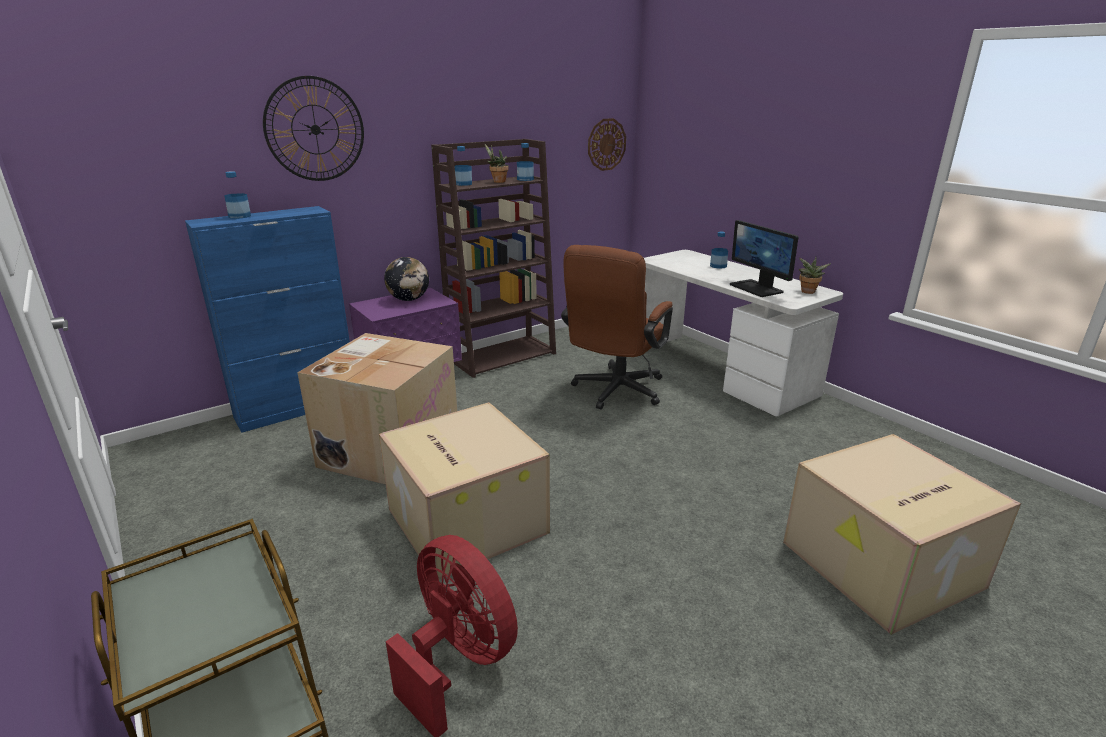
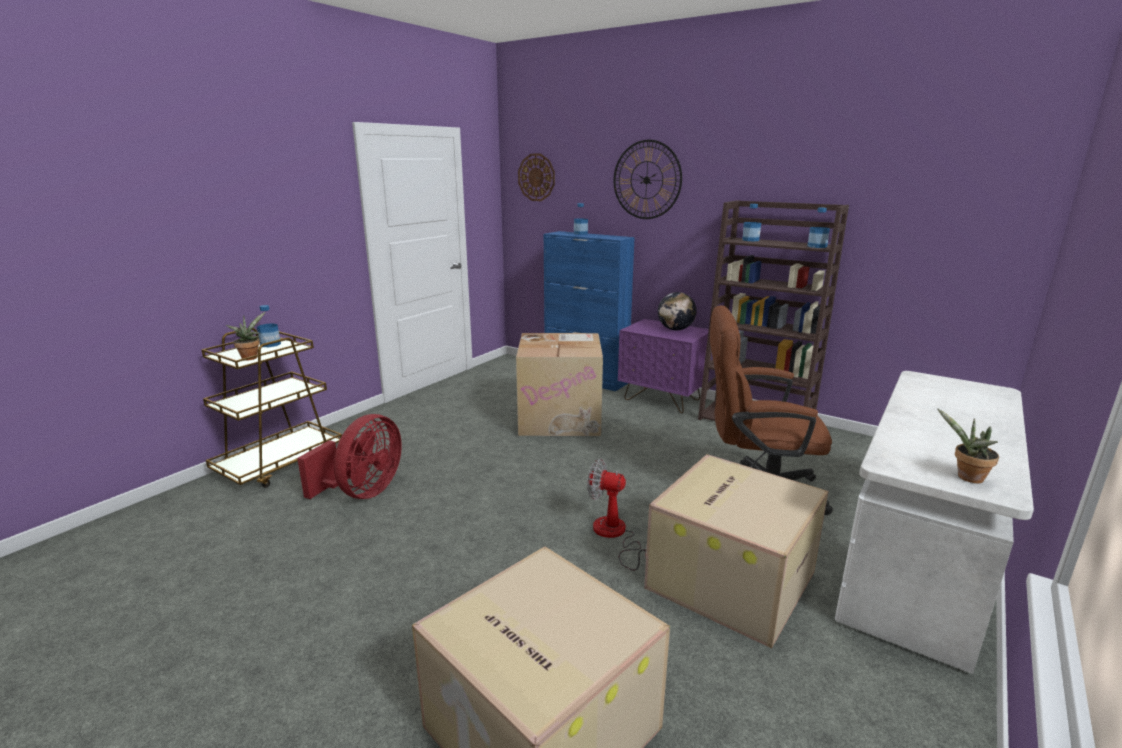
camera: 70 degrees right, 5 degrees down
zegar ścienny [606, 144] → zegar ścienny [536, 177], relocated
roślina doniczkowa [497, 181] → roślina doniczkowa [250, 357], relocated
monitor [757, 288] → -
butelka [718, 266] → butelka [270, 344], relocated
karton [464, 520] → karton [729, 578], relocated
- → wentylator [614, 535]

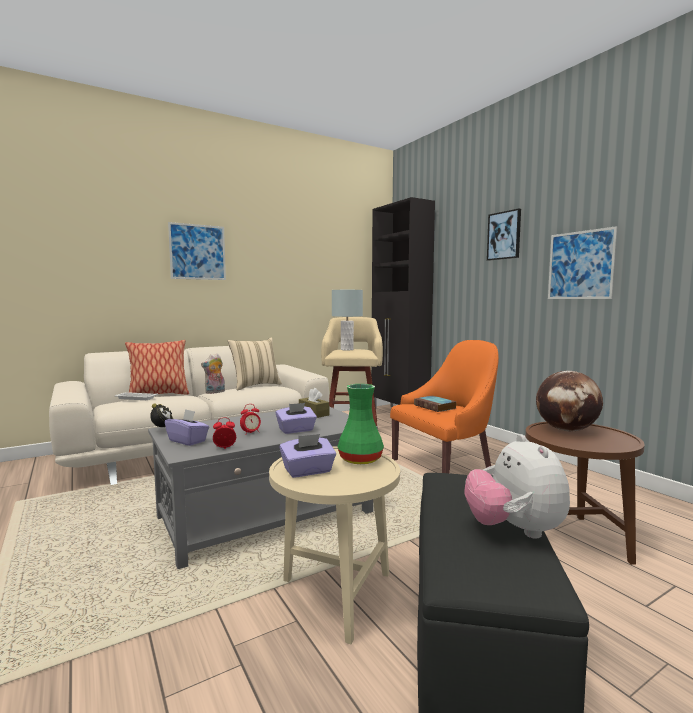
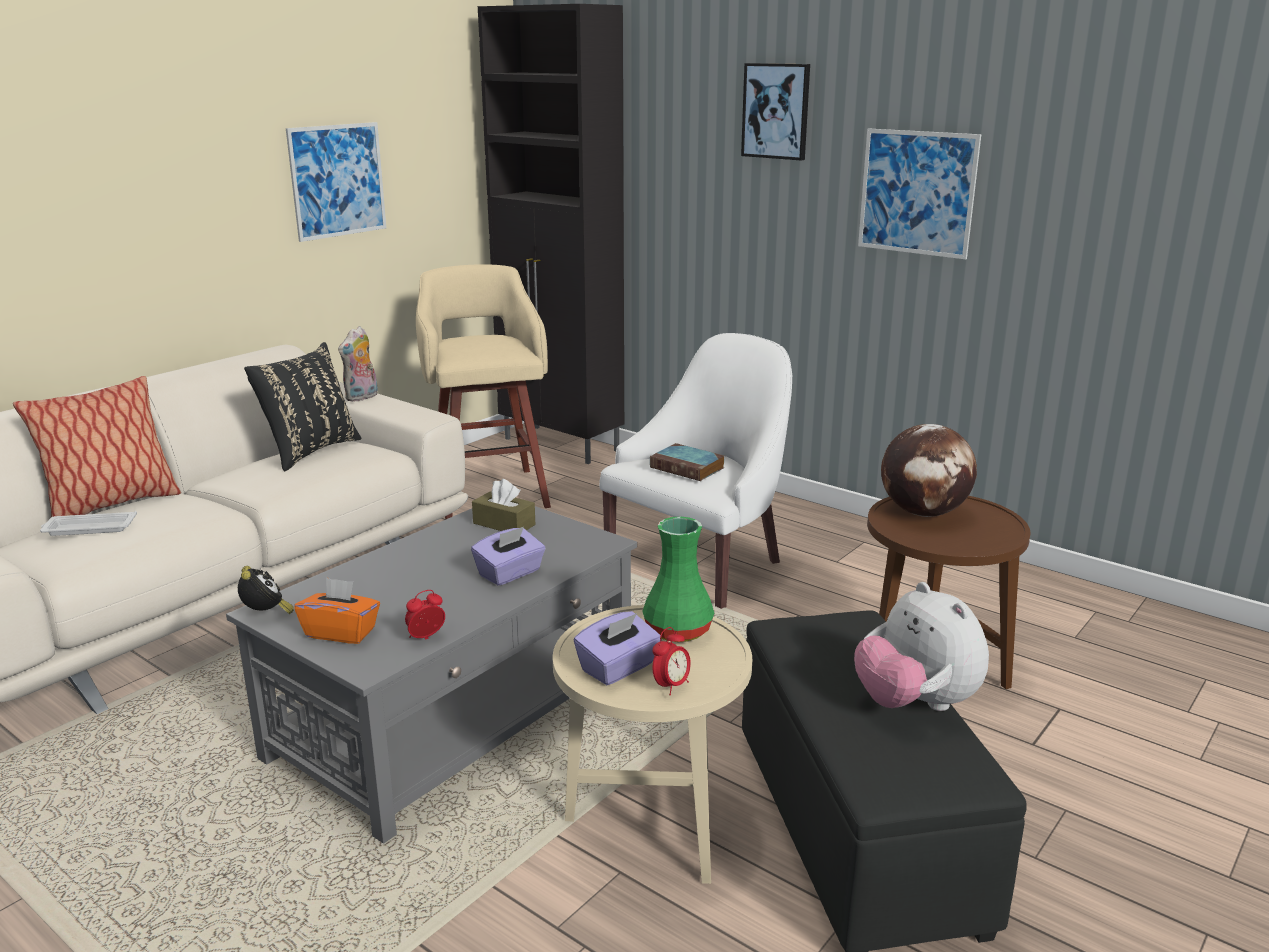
camera: 20 degrees left, 15 degrees up
obraz [197, 252] → obraz [337, 180], relocated
lampa stołowa [szary] [347, 349] → -
poduszka [beżowy] [255, 386] → poduszka [czarny] [309, 451]
fotel [pomarańczowy] [445, 467] → fotel [biały] [701, 563]
pluszak [215, 392] → pluszak [362, 397], relocated
budzik [251, 433] → budzik [671, 686], relocated
pudełko chusteczek [fioletowy] [188, 441] → pudełko chusteczek [pomarańczowy] [341, 632]

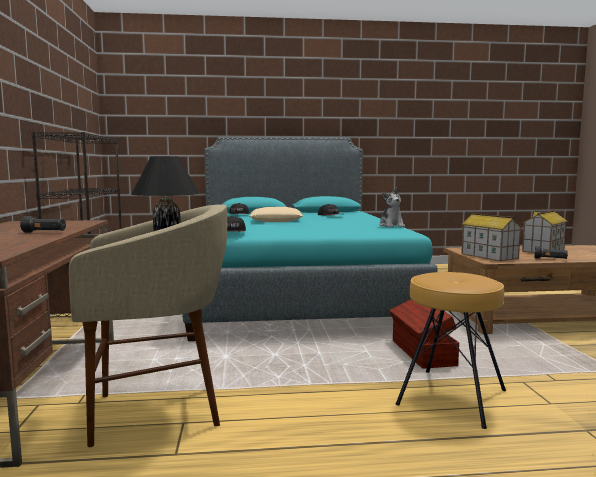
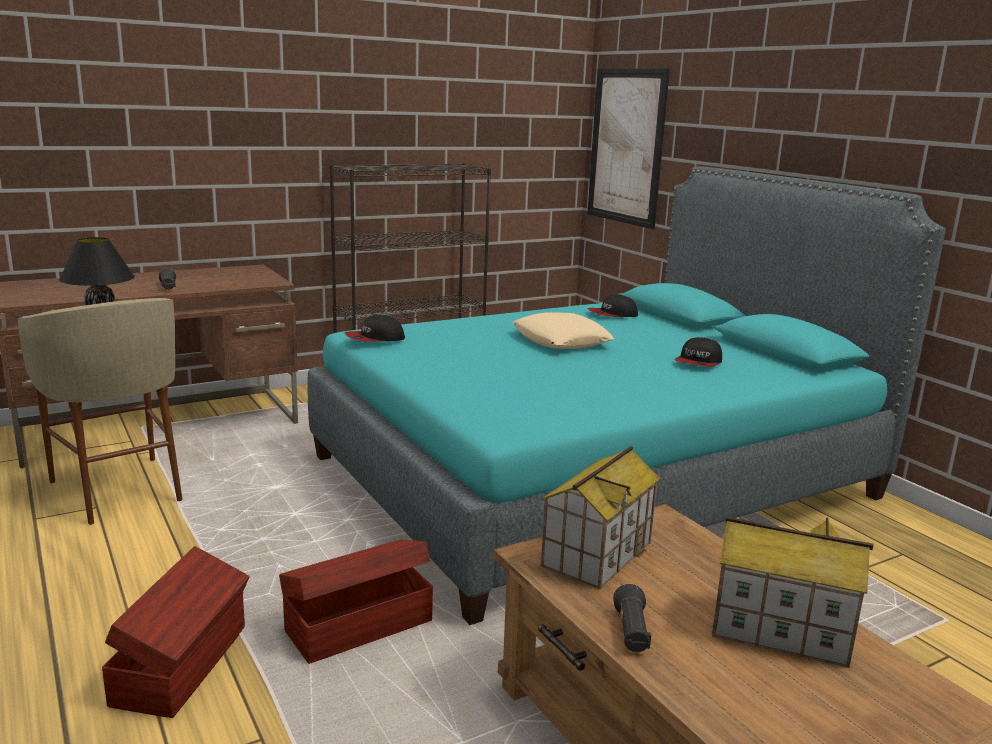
camera: 65 degrees right, 10 degrees up
pluszak [391, 226] → -
stołek [brązowy] [451, 397] → pojemnik do przechowywania [brązowy] [184, 664]
- → obraz [626, 146]

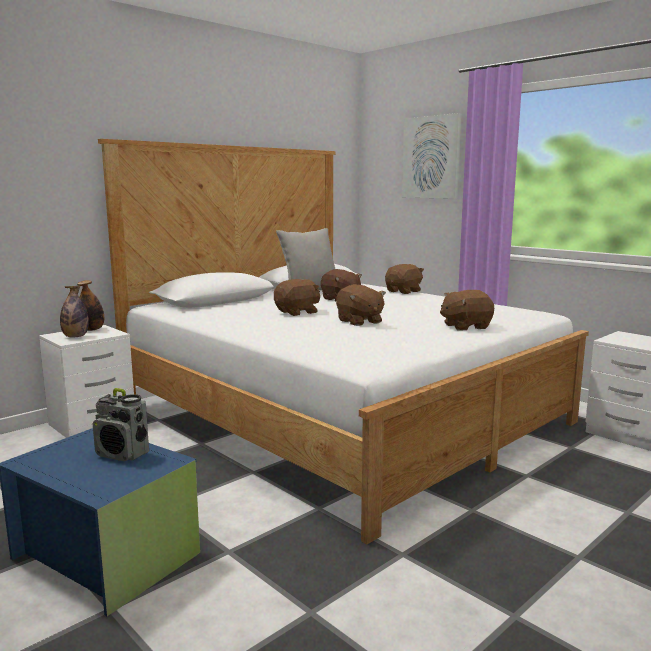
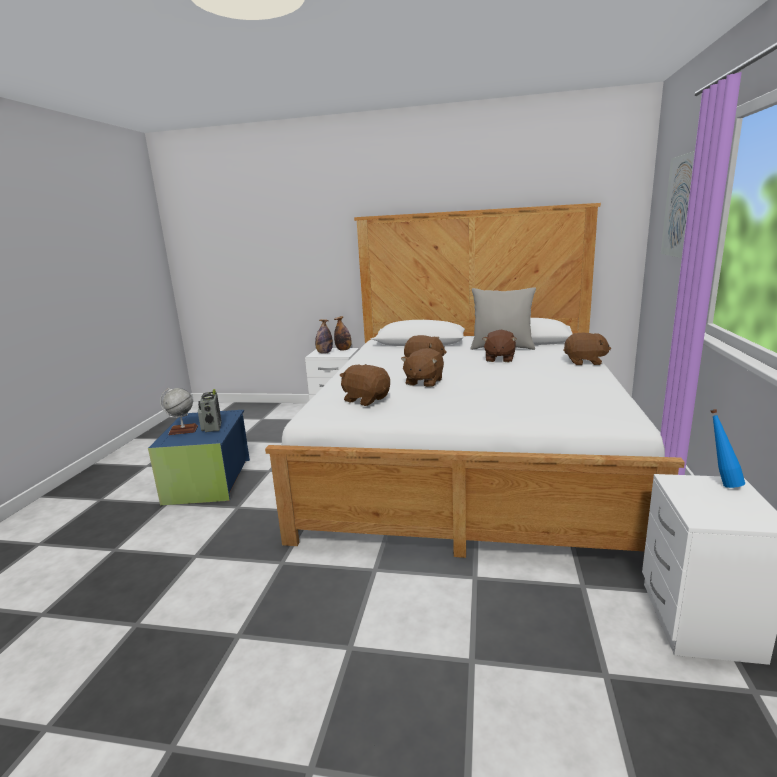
camera: 55 degrees right, 5 degrees up
pluszak [brązowy] [465, 326] → pluszak [brązowy] [366, 399], relocated
- → globus [183, 430]
- → butelka [niebieski] [721, 483]

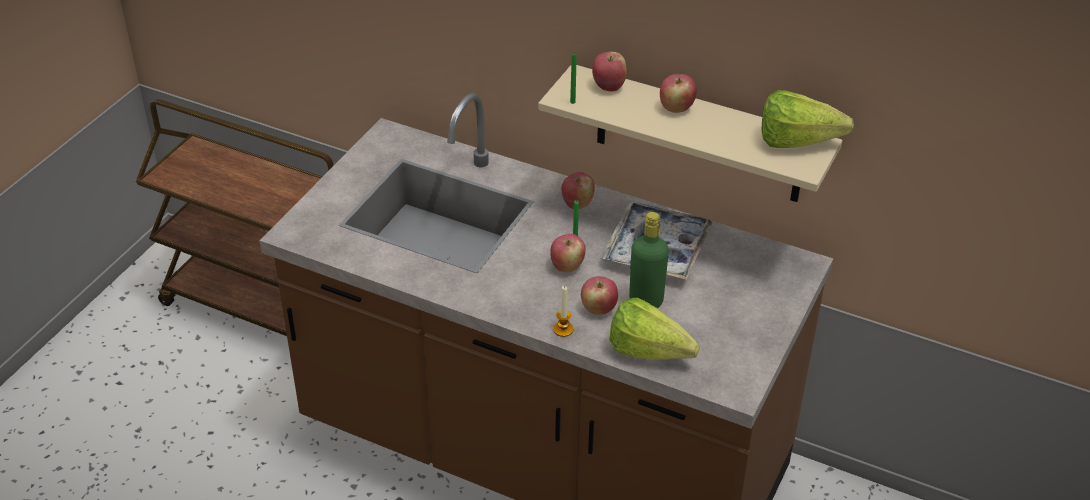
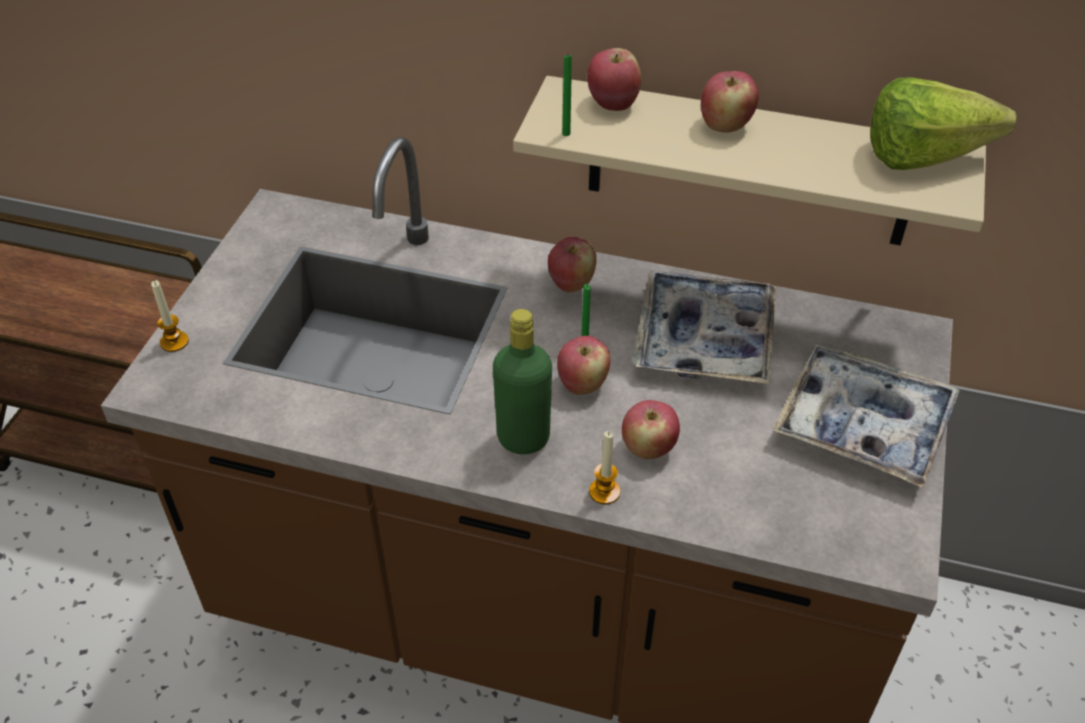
camera: 10 degrees left, 5 degrees up
butelka [zielony] [646, 301] → butelka [zielony] [523, 438], relocated
sałata [654, 355] → -
- → świeca [174, 342]
- → taca [863, 424]

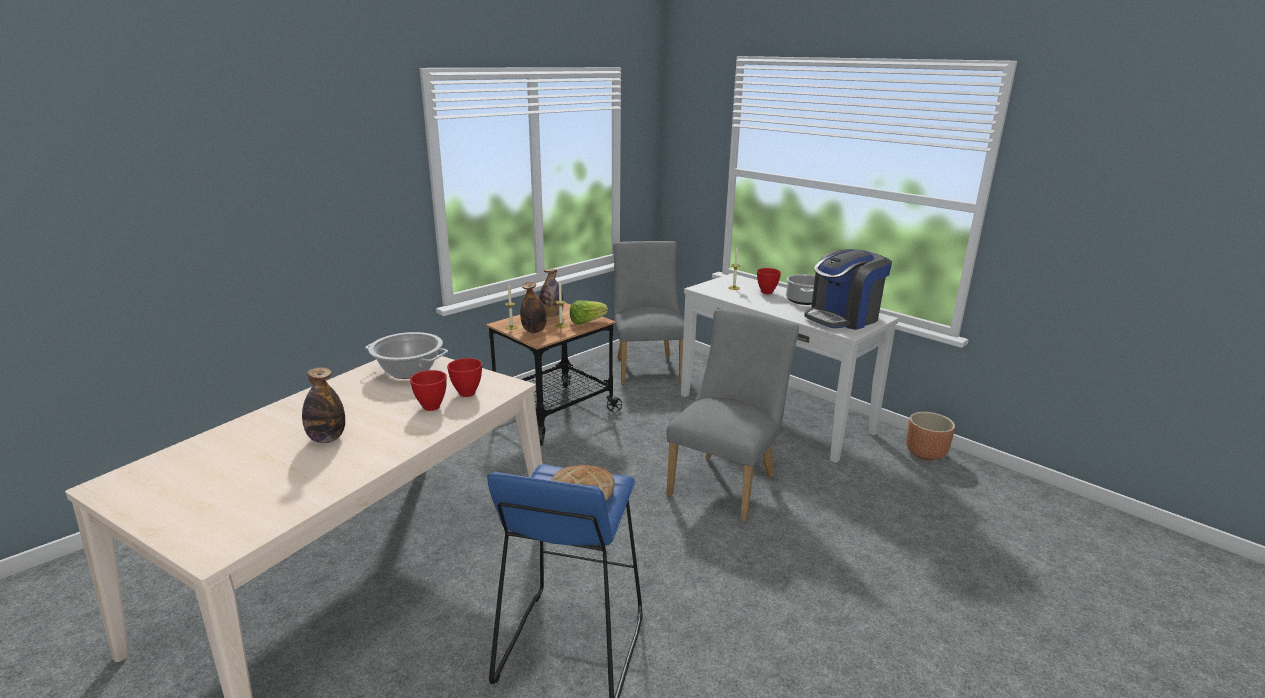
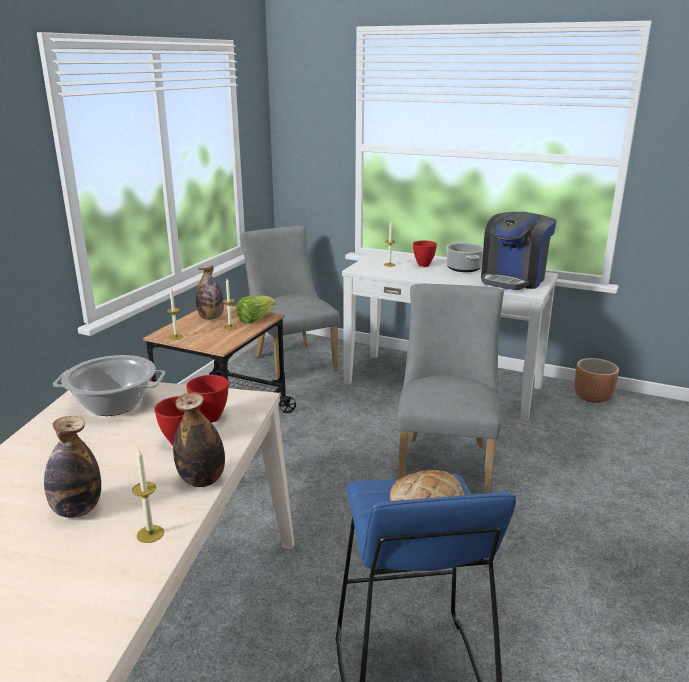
camera: 20 degrees left, 0 degrees up
butelka [534, 331] → butelka [202, 480], relocated
- → świeca [150, 534]

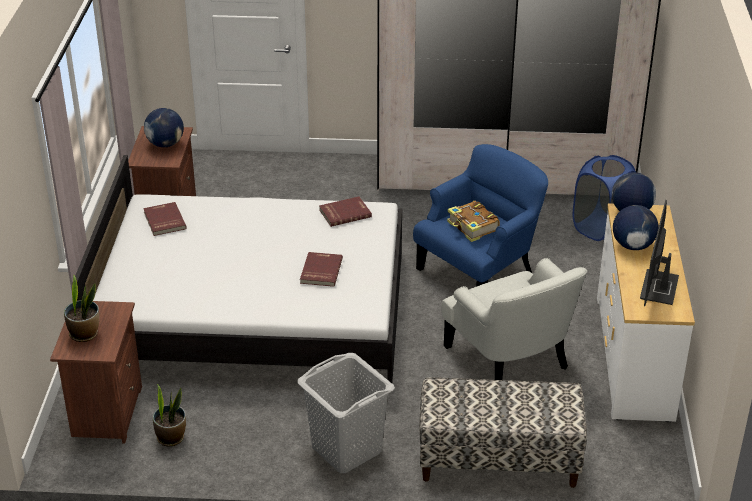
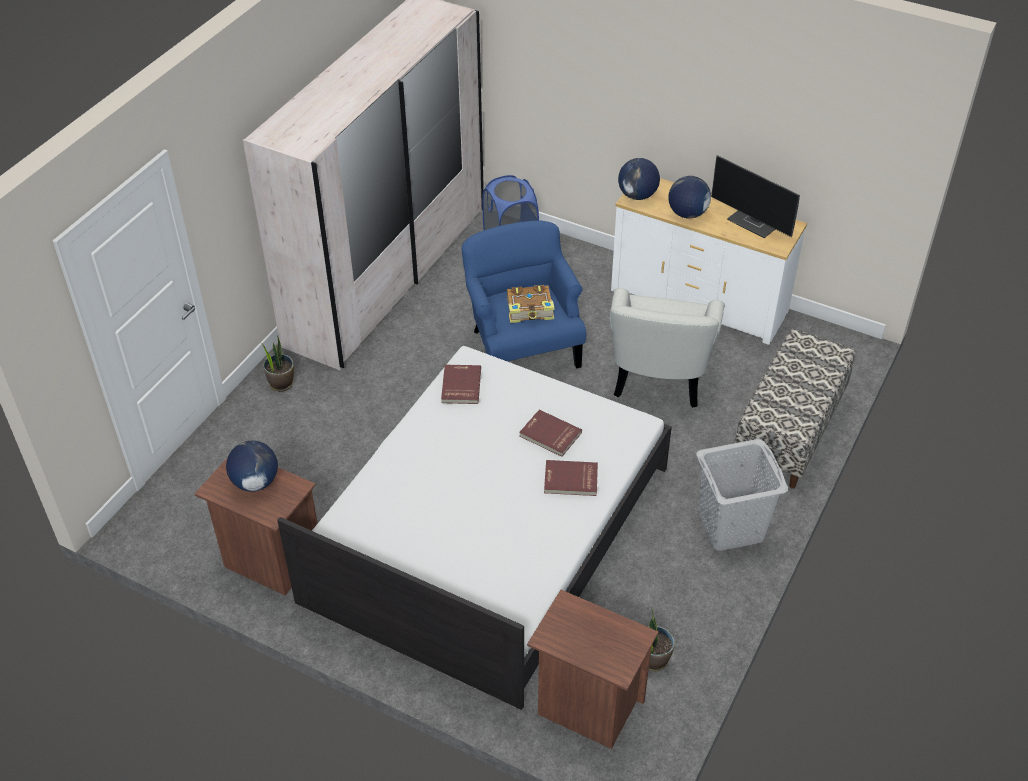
camera: 65 degrees left, 10 degrees up
książka [czerwony] [164, 221] → książka [czerwony] [571, 480], relocated
fotel [biały] [510, 357] → fotel [biały] [659, 374], 105 degrees clockwise
roślina doniczkowa [84, 334] → roślina doniczkowa [281, 383], relocated

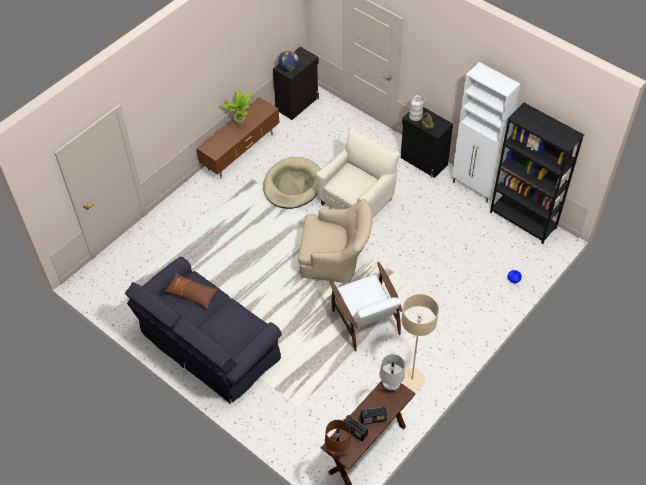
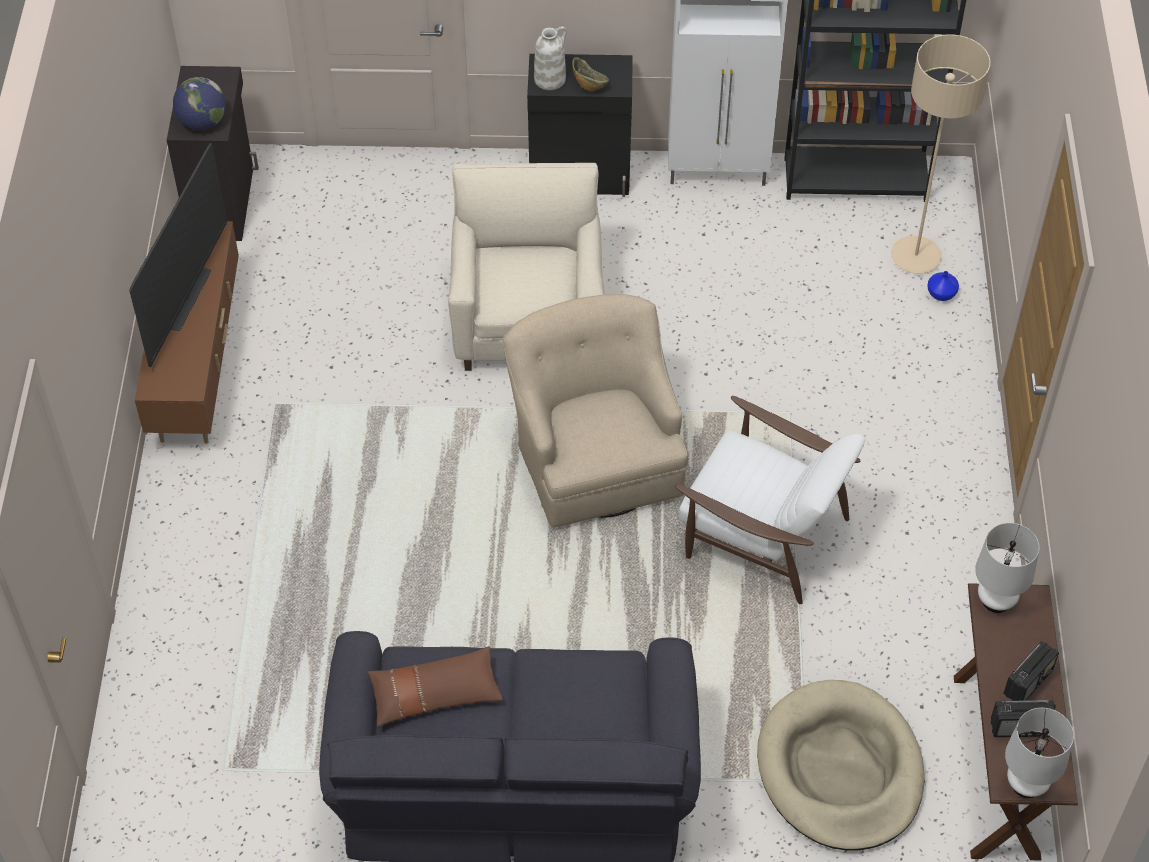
camera: 40 degrees left, 0 degrees up
roślina doniczkowa [241, 125] → telewizor [188, 299]
legowisko [beżowy] [293, 185] → legowisko [beżowy] [840, 770], relocated
fotel [beżowy] [336, 258] → fotel [beżowy] [596, 456], 75 degrees counterclockwise
lampa stojąca [beżowy] [412, 379] → lampa stojąca [beżowy] [916, 256], relocated
lampa stołowa [brązowy] [337, 450] → lampa stołowa [biały] [1026, 784]

